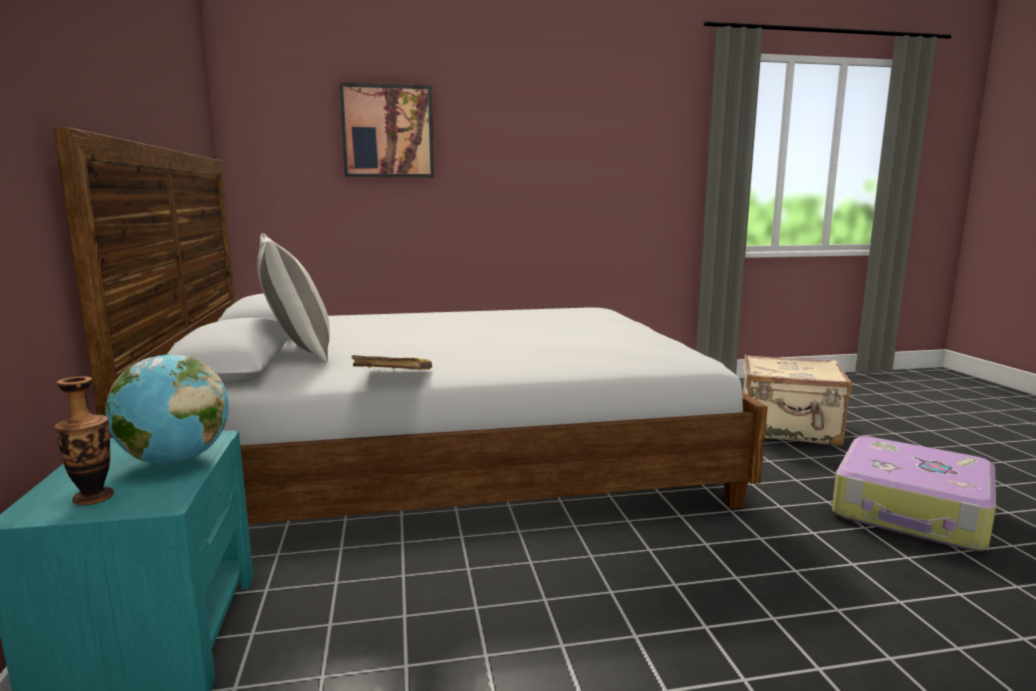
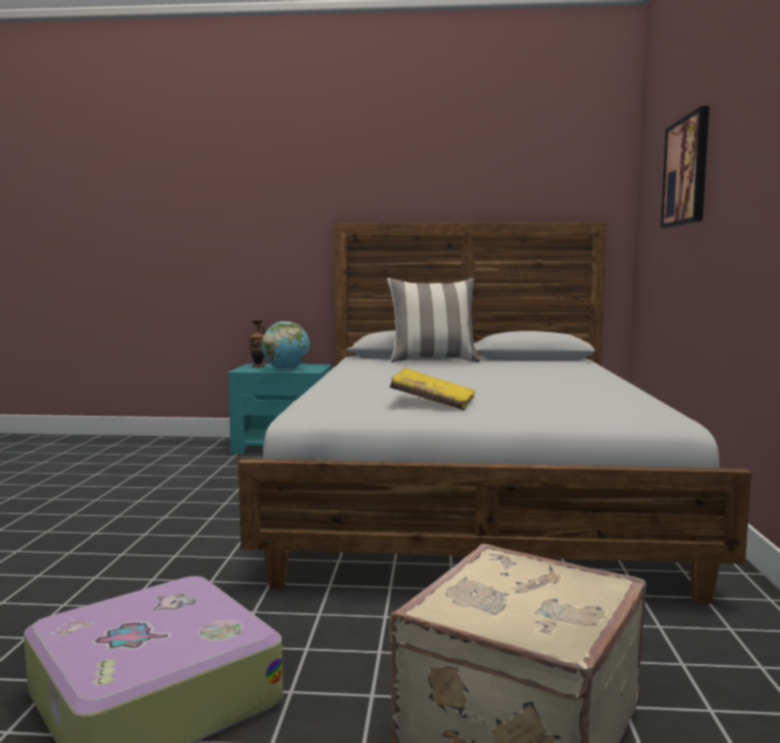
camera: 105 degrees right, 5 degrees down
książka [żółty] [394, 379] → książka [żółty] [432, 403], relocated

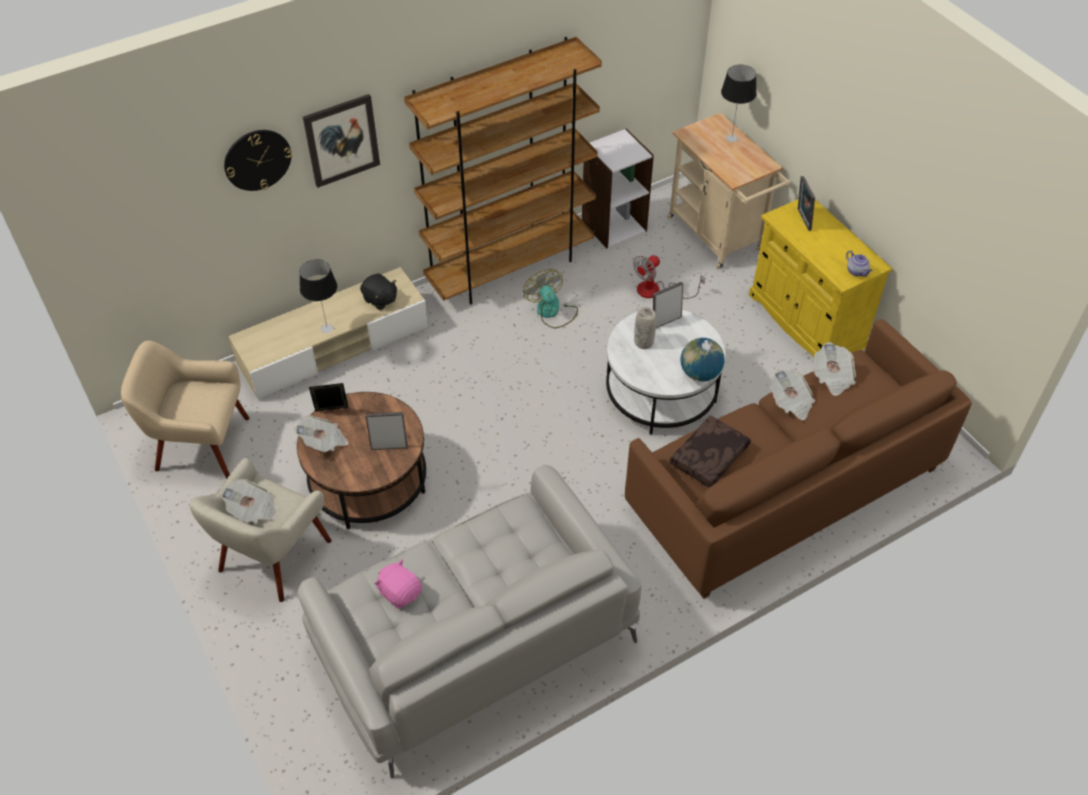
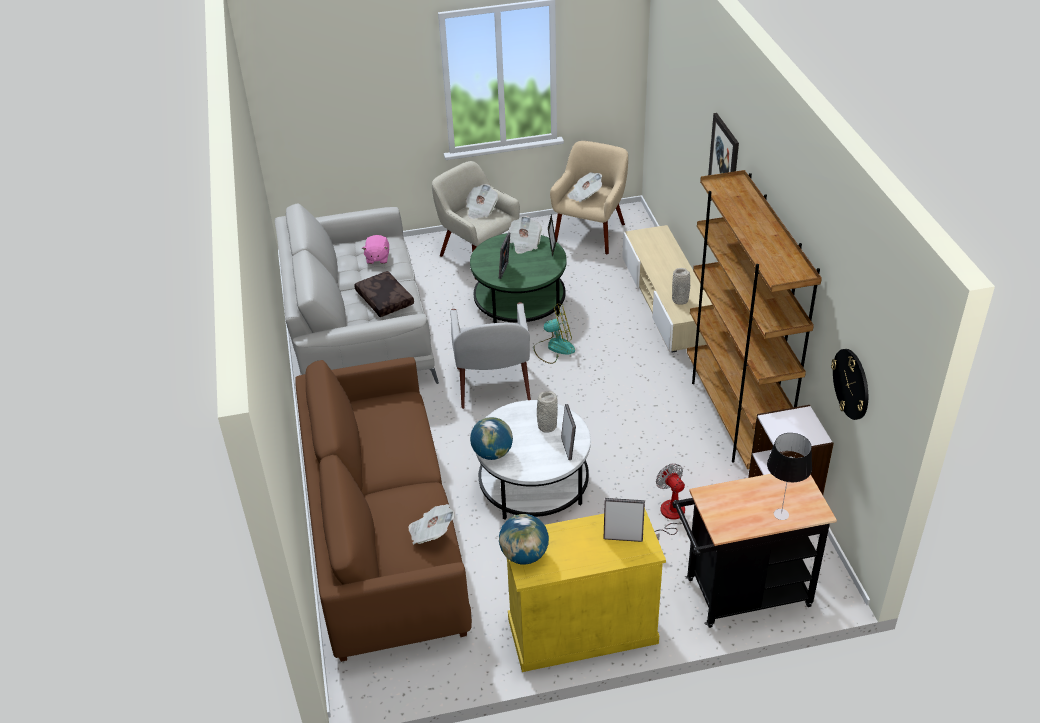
camera: 110 degrees right, 10 degrees down
wózek [beżowy] [718, 238] → wózek [czarny] [740, 595]
zegar ścienny [257, 159] → zegar ścienny [851, 384], relocated
imbryk [857, 271] → globus [524, 555]
lampa stołowa [326, 328] → -
wentylator [551, 312] → wentylator [554, 348], relocated
pluszak [czarny] [380, 300] → wazon [szary] [680, 300]
gazeta [791, 403] → gazeta [584, 195], relocated
ława [brązowy] [368, 480] → ława [zielony] [519, 301]
poduszka [brązowy] [709, 458] → poduszka [brązowy] [383, 300], relocated
pluszak [różowy] [400, 592] → pluszak [różowy] [377, 258], 120 degrees clockwise
- → fotel [biały] [493, 386]

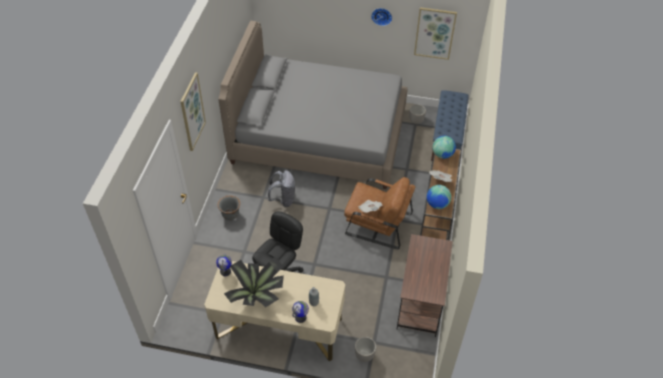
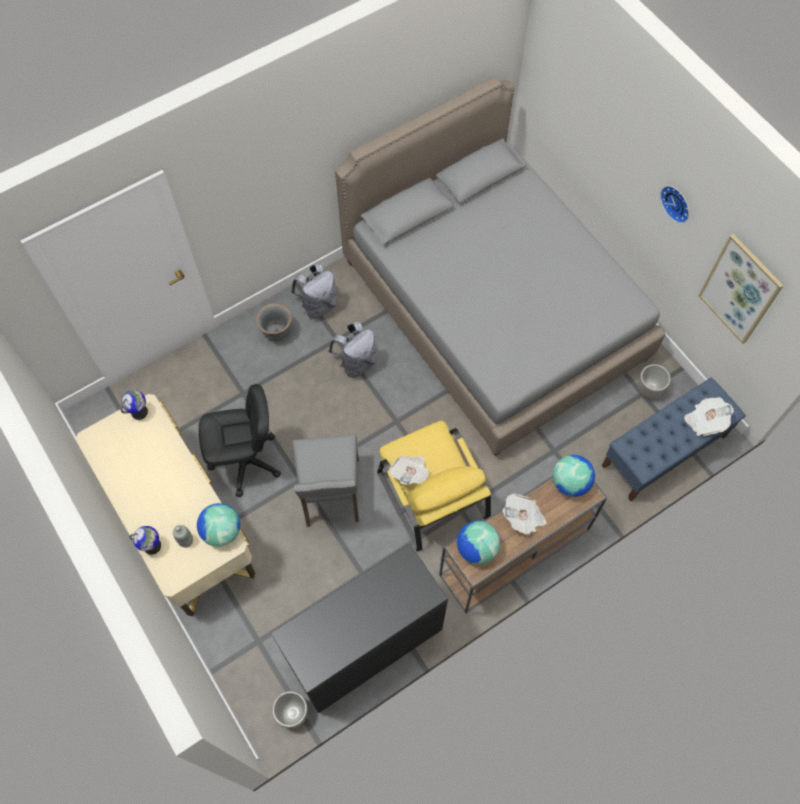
camera: 45 degrees right, 15 degrees up
obraz [192, 112] → -
fotel [brązowy] [377, 223] → fotel [żółty] [431, 493]
biurko [brązowy] [420, 302] → komoda [czarny] [364, 645]
roślina doniczkowa [258, 294] → -
donica [364, 355] → donica [293, 713], relocated
- → plecak [szary] [318, 305]
- → gazeta [705, 421]
- → krzesło [szary] [330, 494]
- → globus [221, 531]

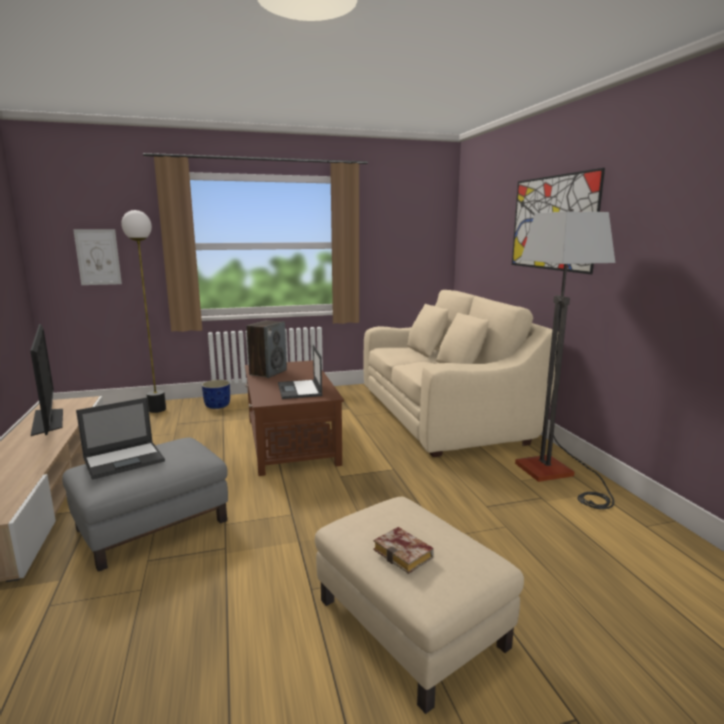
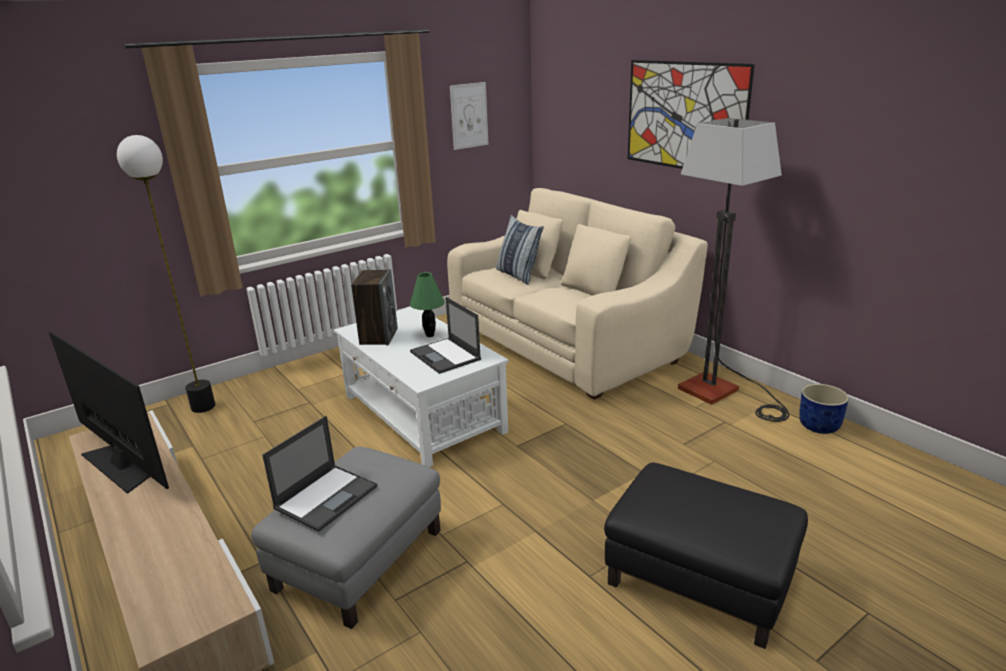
camera: 20 degrees left, 10 degrees up
obraz [98, 257] → obraz [469, 115], relocated
ława [brązowy] [290, 441] → ława [biały] [423, 414]
donica [niebieski] [217, 406] → donica [niebieski] [819, 426], relocated
pufa [beżowy] [409, 623] → pufa [czarny] [698, 579]
książka [405, 554] → -
- → poduszka [518, 275]
- → lampa stołowa [zielony] [430, 335]

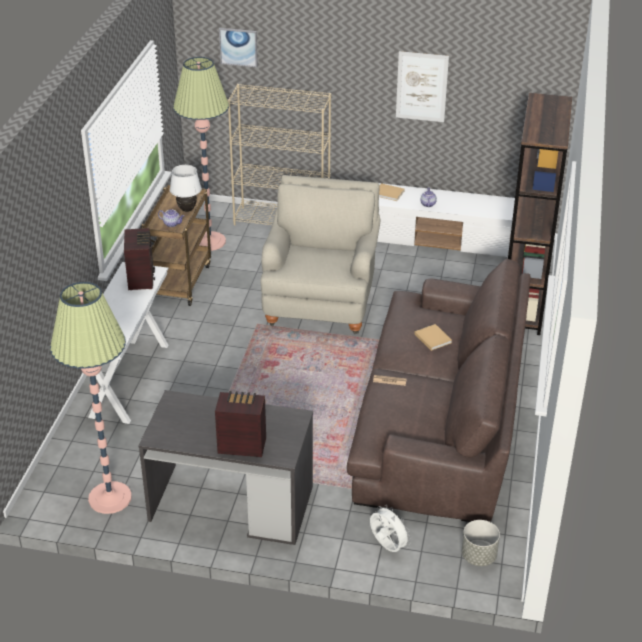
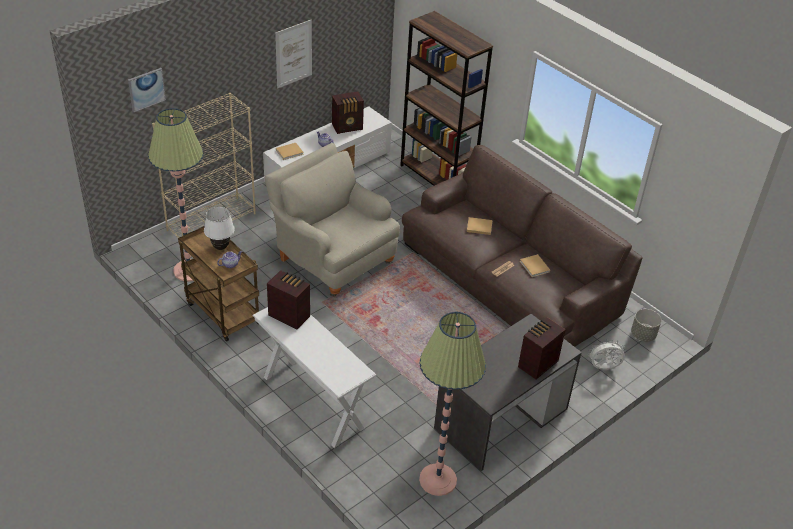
camera: 55 degrees left, 5 degrees up
- → radio [348, 127]
- → książka [beżowy] [535, 267]

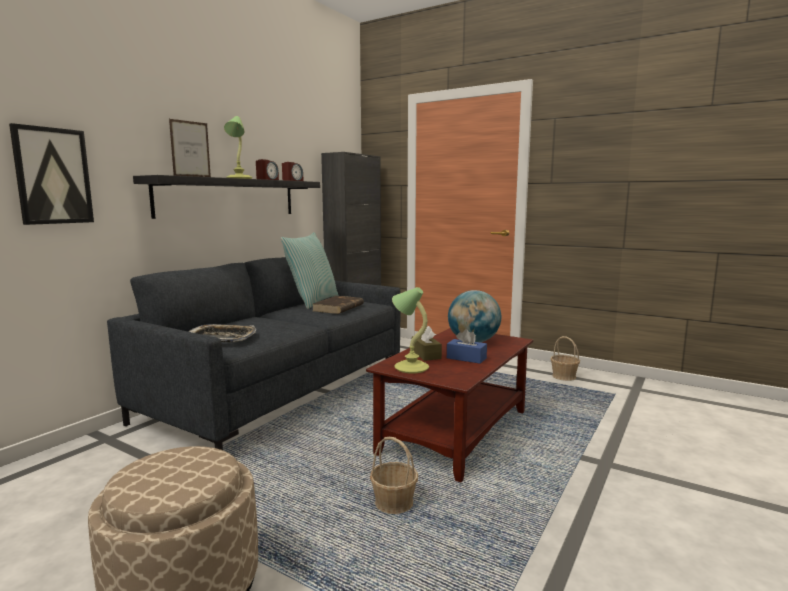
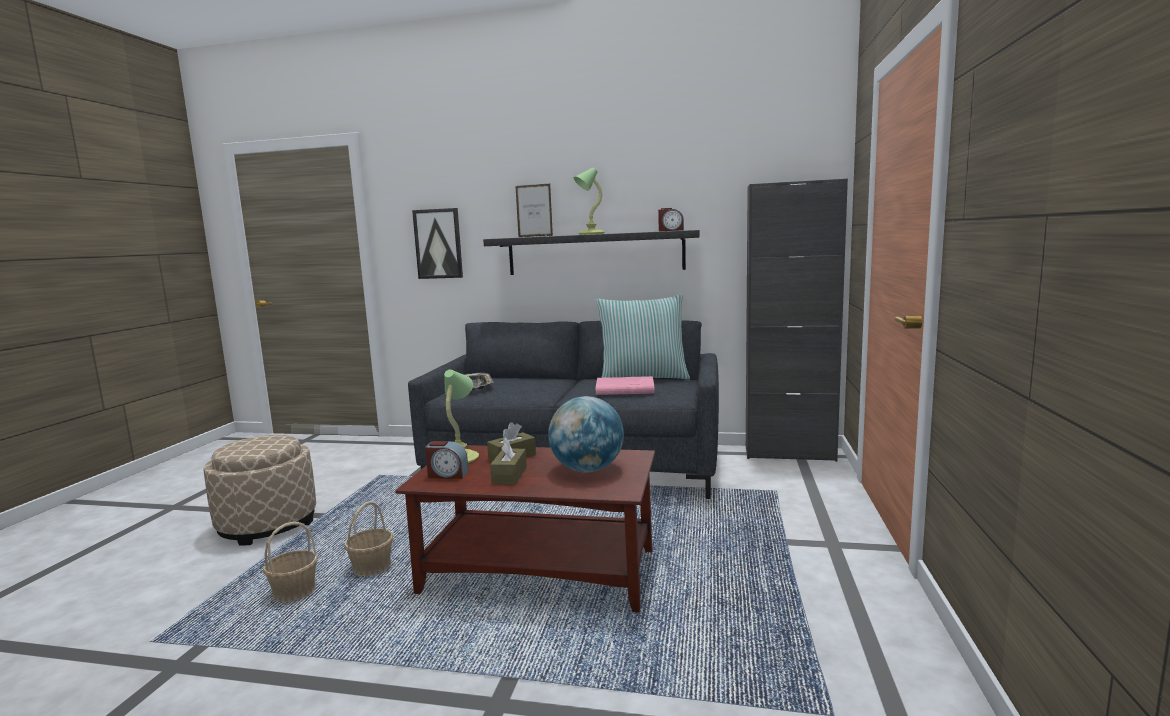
camera: 70 degrees right, 0 degrees up
budzik [267, 180] → budzik [447, 474], relocated
książka [brązowy] [338, 308] → książka [różowy] [624, 390]
pudełko chusteczek [niebieski] [466, 358] → pudełko chusteczek [brązowy] [509, 475]
koszyk [564, 376] → koszyk [294, 591], relocated

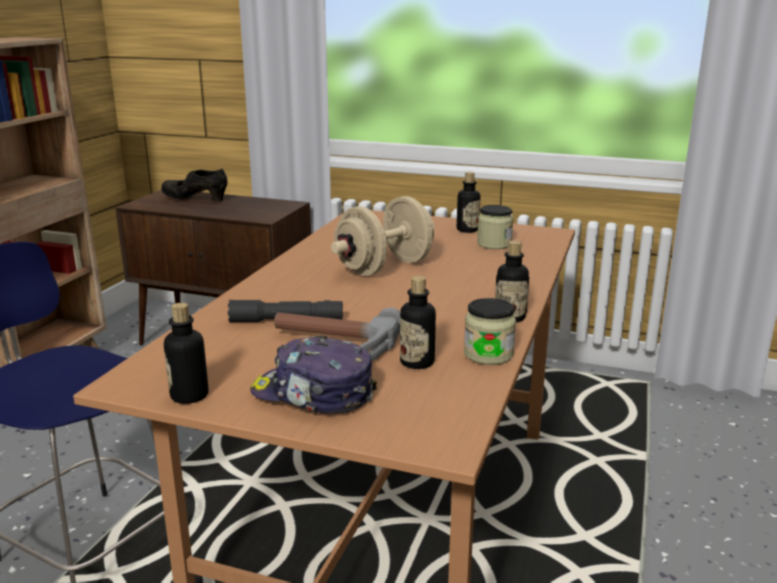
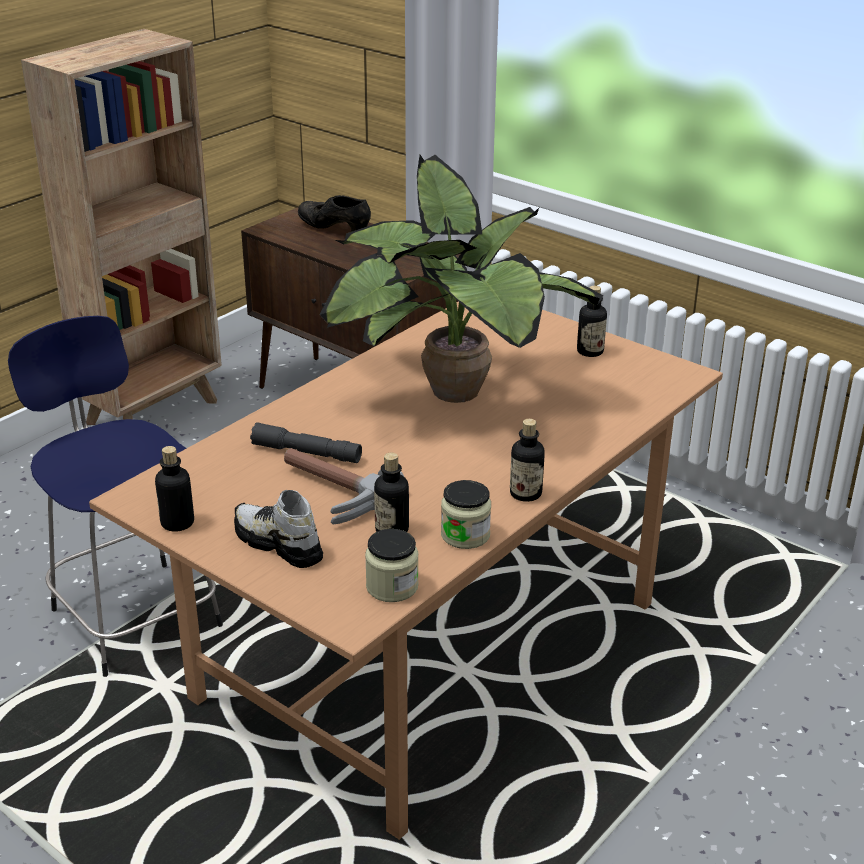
camera: 20 degrees right, 10 degrees up
hantel [beżowy] [384, 267] → roślina doniczkowa [452, 396]
słoik [494, 244] → słoik [392, 586], relocated
czapka z daszkiem [313, 394] → but [278, 544]

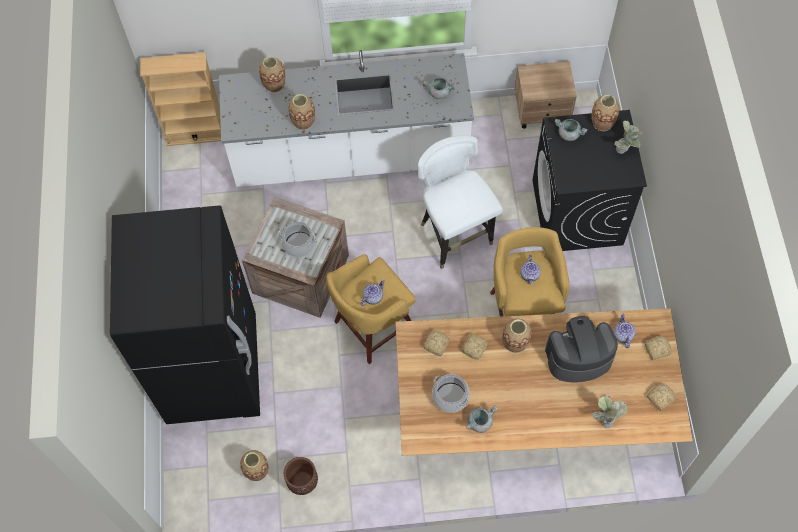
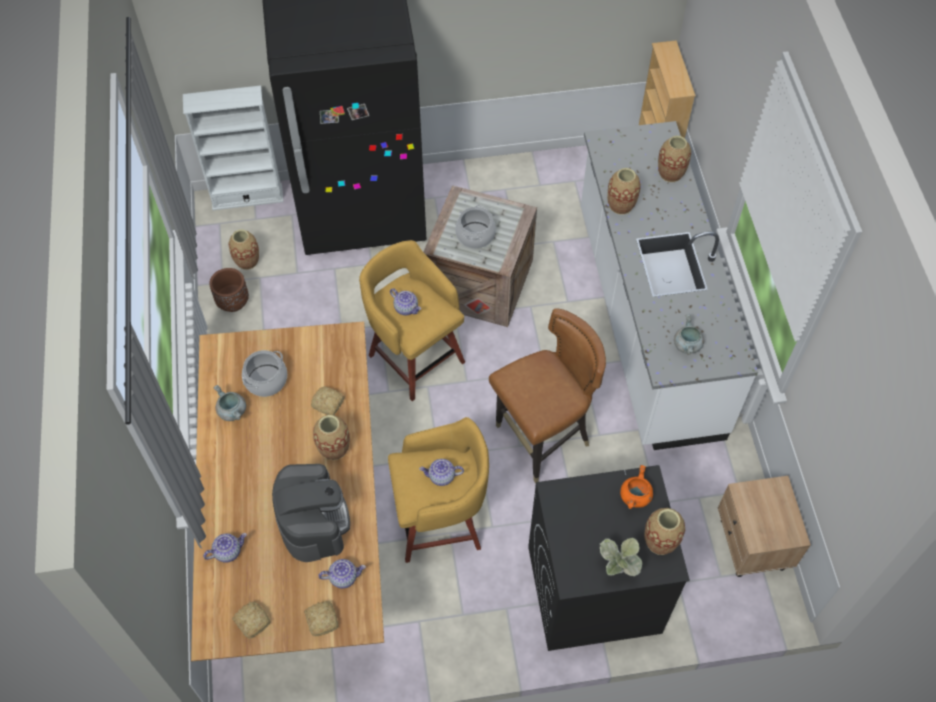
camera: 85 degrees right, 5 degrees down
garnek [szary] [569, 134] → garnek [pomarańczowy] [635, 497]
krzesło [biały] [455, 237] → krzesło [brązowy] [542, 440]
chleb [435, 345] → -
roślina doniczkowa [604, 419] → imbryk [228, 551]
- → regał [biały] [247, 197]

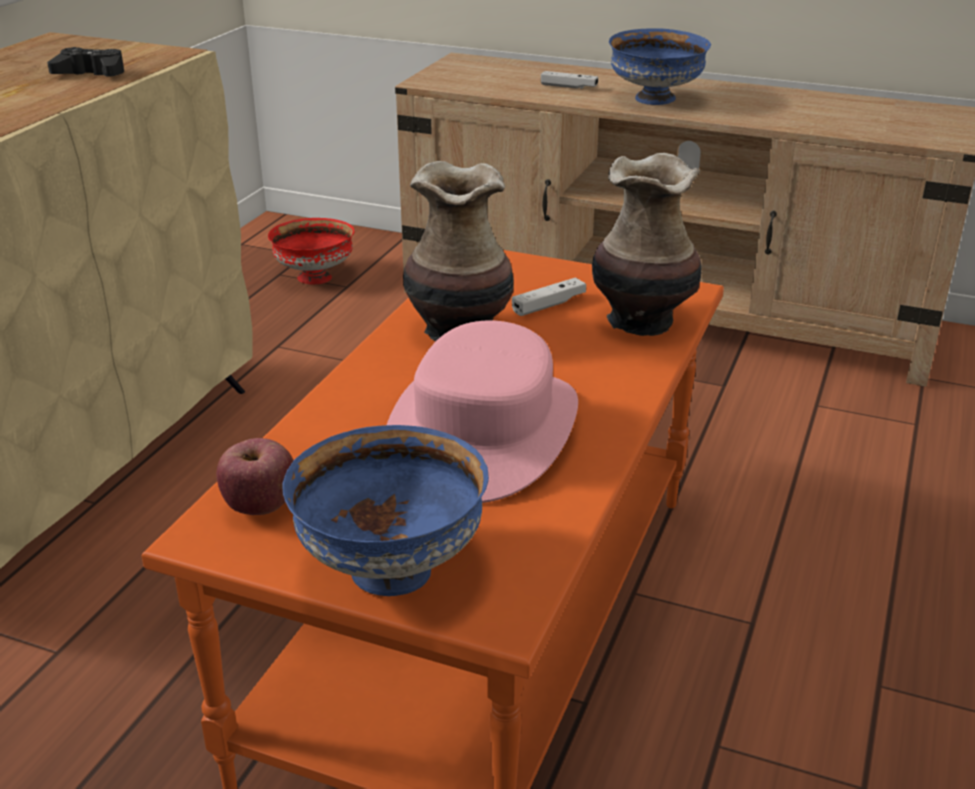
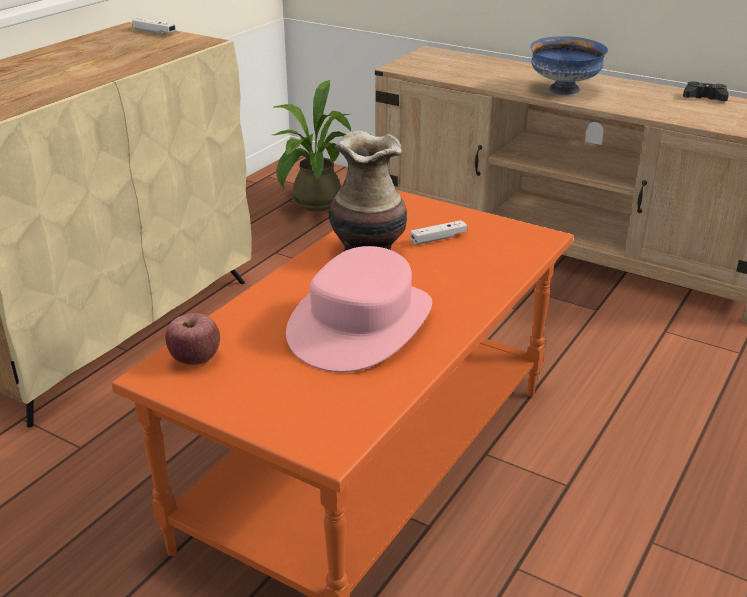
camera: 10 degrees right, 0 degrees up
pad do gier [czarny] [91, 73] → pad do gier [czarny] [704, 98], relocated
pad do gier [biały] [568, 87] → pad do gier [biały] [154, 32], relocated
wazon [640, 320] → -
miska [czerwony] [314, 277] → roślina doniczkowa [313, 204]
miska [niebieski] [389, 570] → -

